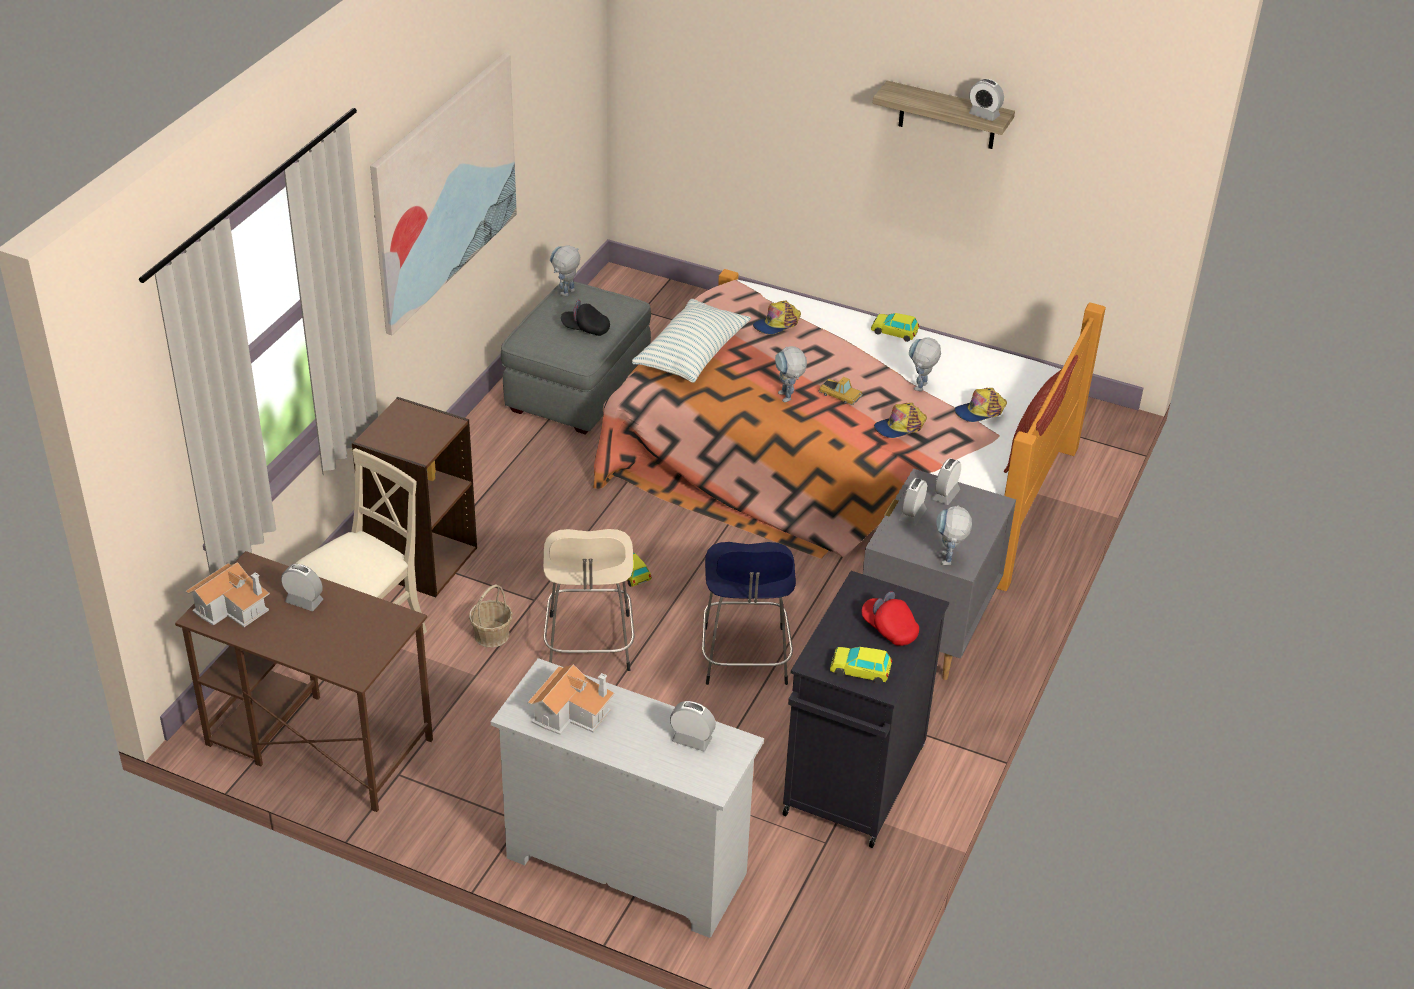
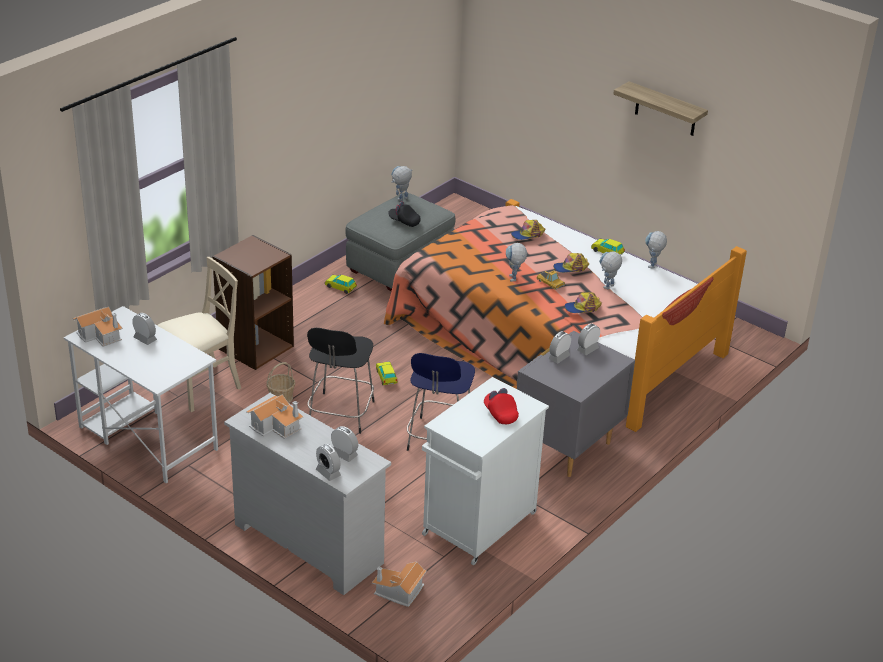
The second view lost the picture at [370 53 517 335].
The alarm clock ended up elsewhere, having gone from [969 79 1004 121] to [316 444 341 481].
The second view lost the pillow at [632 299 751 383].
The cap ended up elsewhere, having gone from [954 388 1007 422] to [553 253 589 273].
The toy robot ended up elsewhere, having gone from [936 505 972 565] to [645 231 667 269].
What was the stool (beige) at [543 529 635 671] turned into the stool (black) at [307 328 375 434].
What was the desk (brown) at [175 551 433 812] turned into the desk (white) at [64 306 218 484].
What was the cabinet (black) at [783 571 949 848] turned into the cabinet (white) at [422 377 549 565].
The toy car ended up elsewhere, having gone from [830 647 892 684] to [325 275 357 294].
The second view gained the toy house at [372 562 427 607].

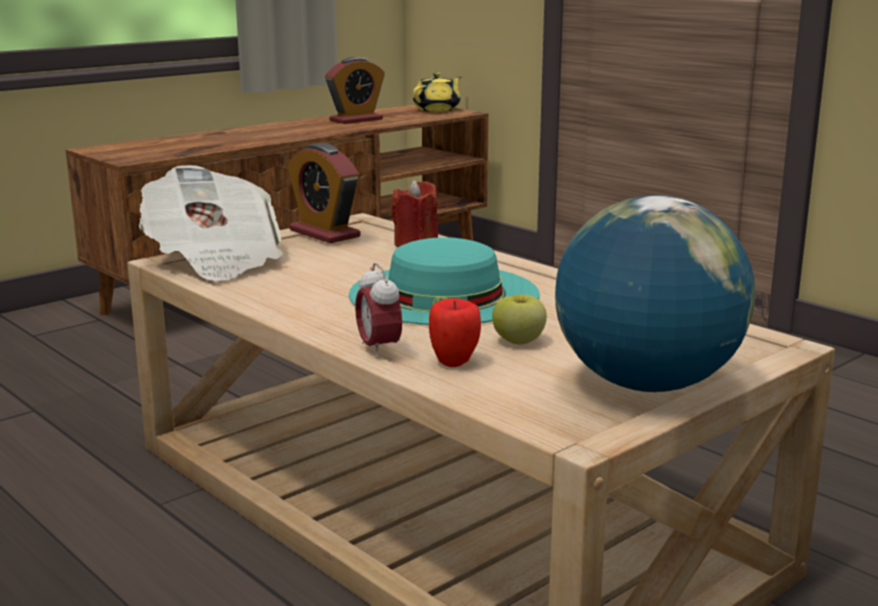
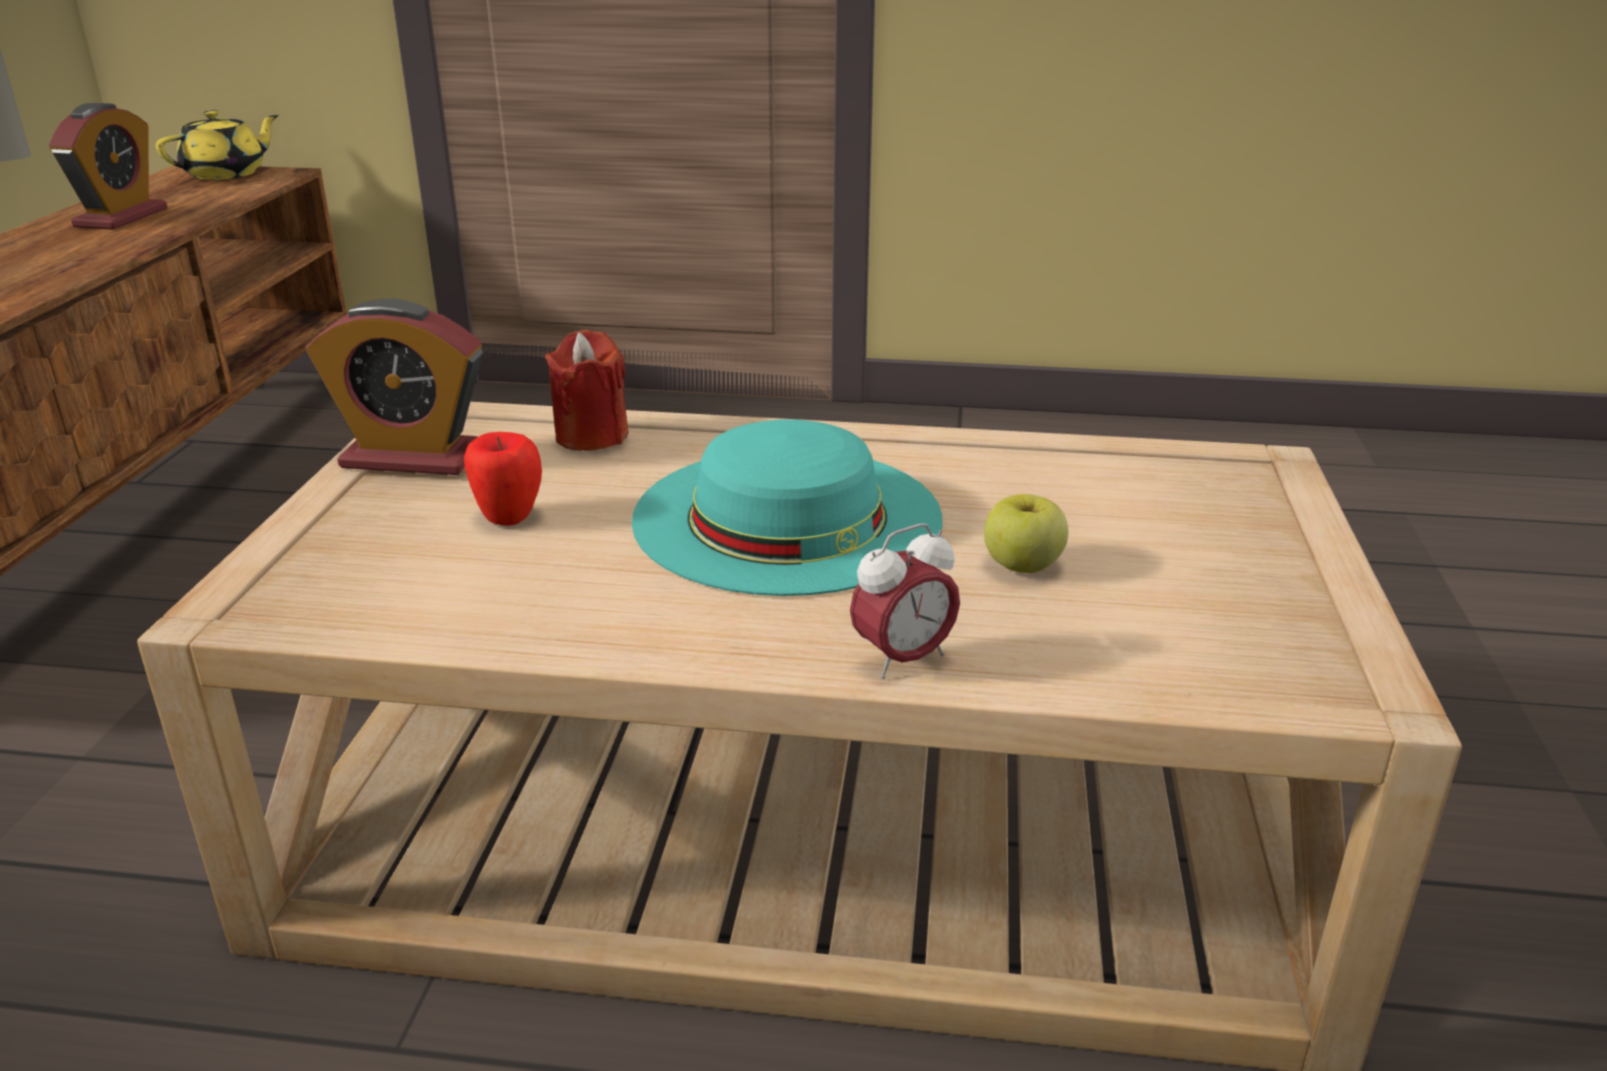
The teapot (yellow) at [413 72 461 112] ended up facing another way, 45 degrees clockwise from before.
The second view lost the newspaper at [139 165 283 281].
The second view lost the globe at [555 195 755 392].
The alarm clock at [355 263 402 358] ended up facing another way, 60 degrees counterclockwise from before.
The apple ended up elsewhere, having gone from [429 298 481 367] to [464 432 542 526].

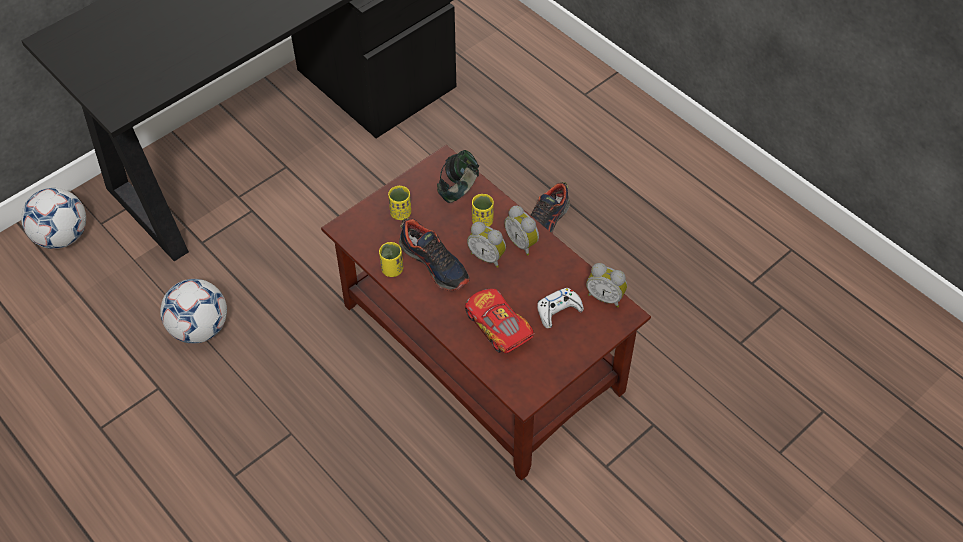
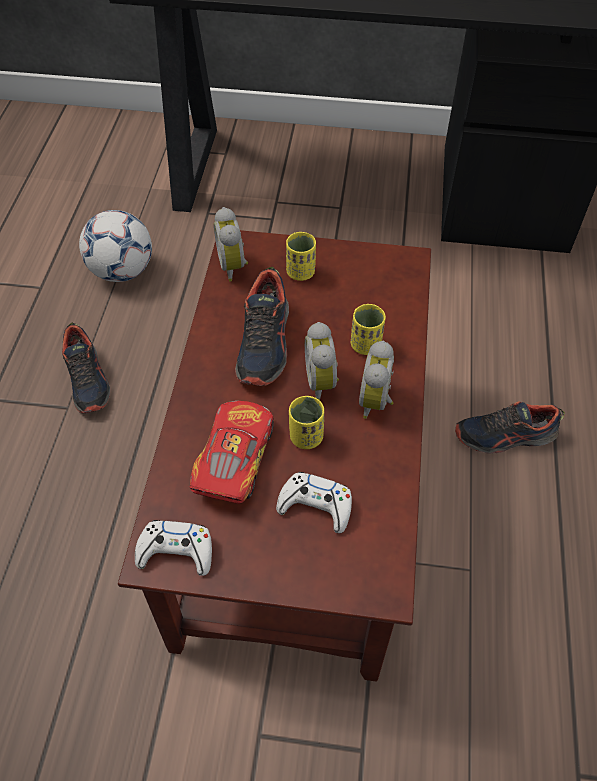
The second view lost the headphones at [437 150 479 203].
The second view lost the football at [21 188 86 249].
The cup (yellow) ended up elsewhere, having gone from [379 242 403 277] to [289 396 324 449].
The alarm clock ended up elsewhere, having gone from [586 263 627 307] to [214 207 248 282].
The second view gained the shoe at [62 323 110 413].
The second view gained the game controller (white) at [135 520 212 576].

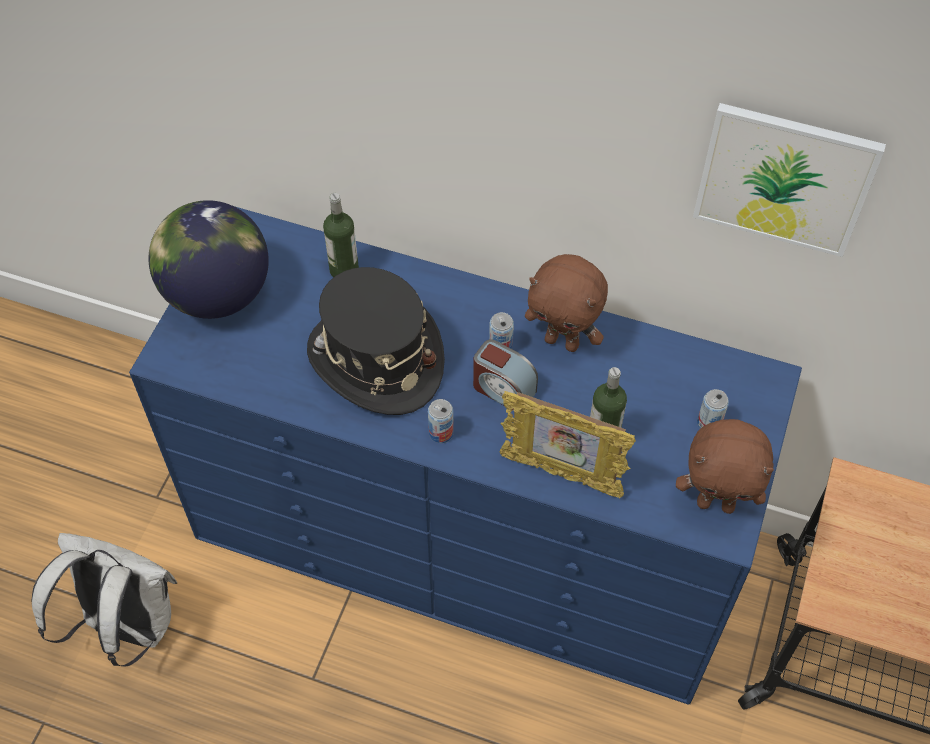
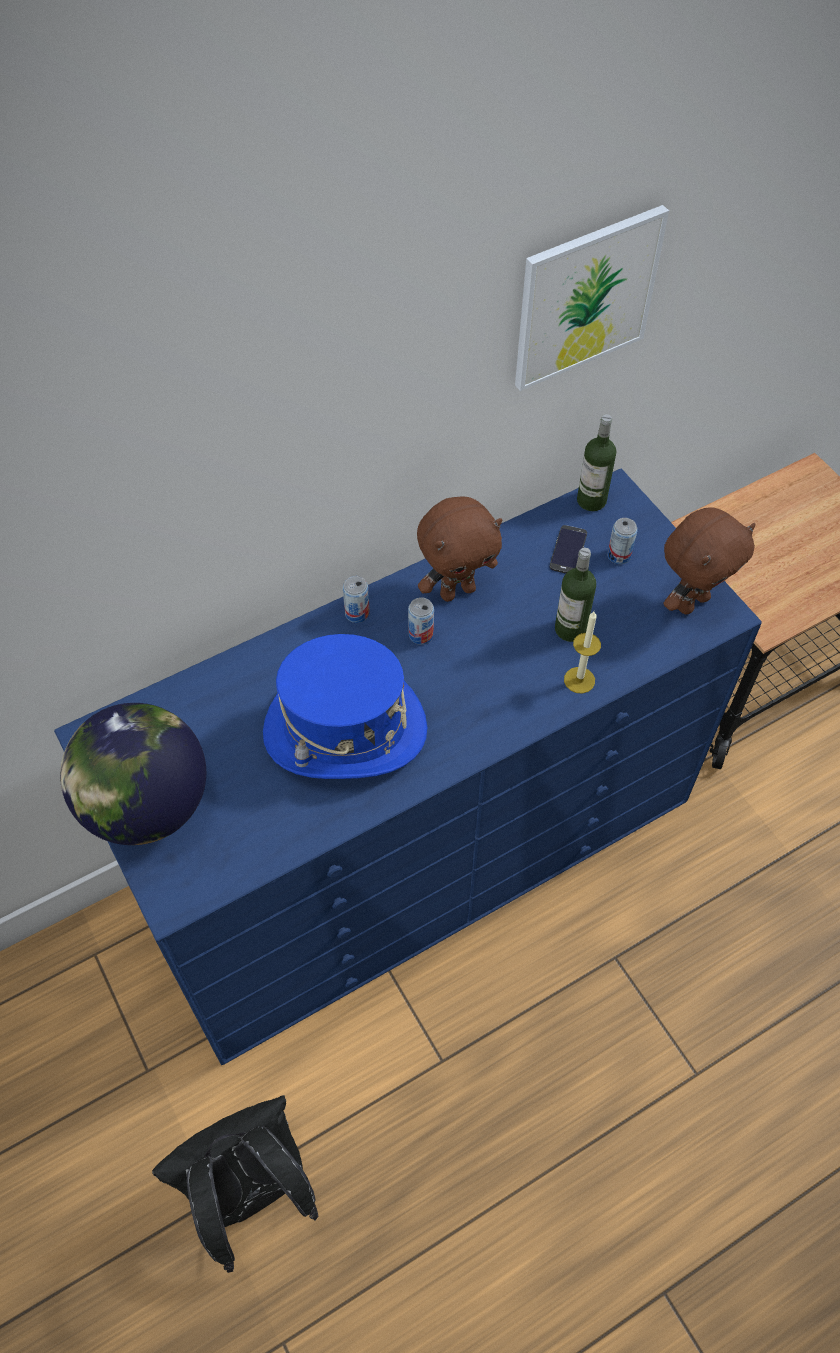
The bottle ended up elsewhere, having gone from [323 193 359 277] to [577 414 616 511].
What was the hat (black) at [307 267 445 415] turned into the hat (blue) at [263 634 427 779].
The second view lost the alarm clock at [473 339 538 410].
Where the picture frame stood at [499 391 636 498], the candle came to stand at [564 611 601 694].
The can ended up elsewhere, having gone from [428 399 454 443] to [343 576 370 623].
What was the backpack (white) at [31 533 177 666] turned into the backpack (black) at [152 1095 319 1273].
The second view gained the phone at [550 525 587 574].

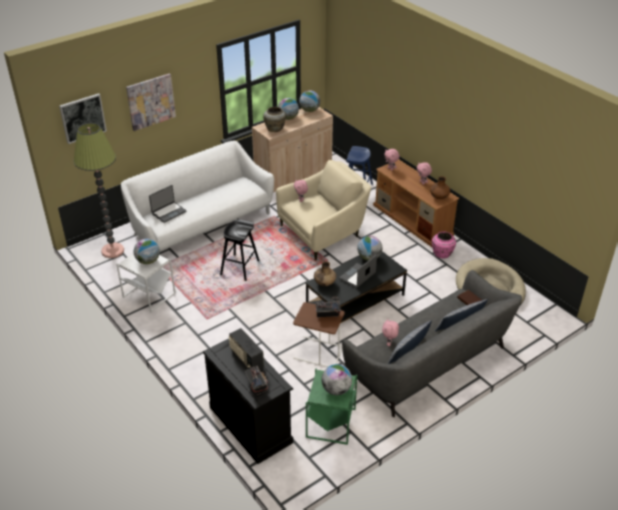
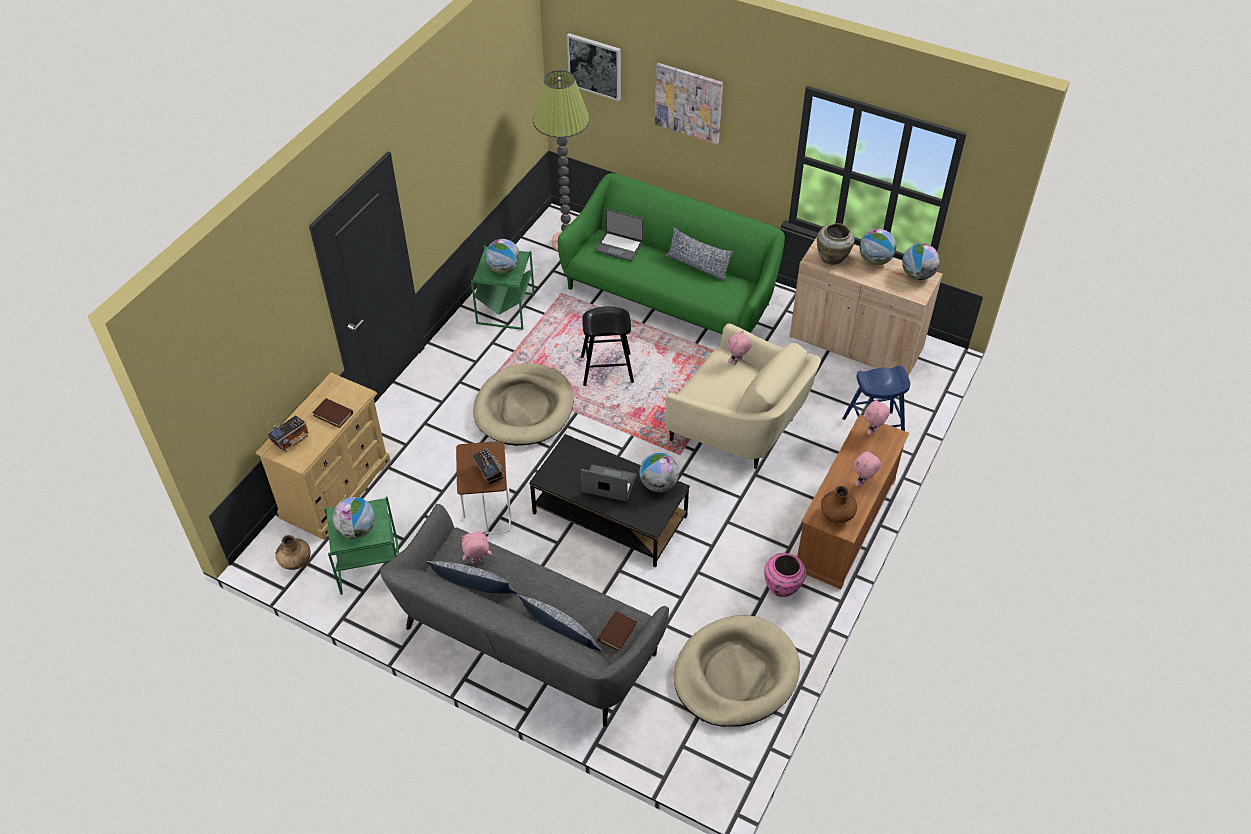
What was the sofa (white) at [121 141 274 252] turned into the sofa (green) at [558 173 785 334].
What was the side table (white) at [116 253 176 312] turned into the side table (green) at [471 245 535 330].
The vase (brown) ended up elsewhere, having gone from [314 261 336 286] to [275 535 311 570].
Where the radio stood at [229 328 264 369], the book (brown) came to stand at [312 398 353 428].
What was the dresser (black) at [203 338 293 464] turned into the dresser (beige) at [256 373 391 540].
The second view gained the pillow at [665 227 733 282].
The second view gained the dog bed (beige) at [473 363 573 446].

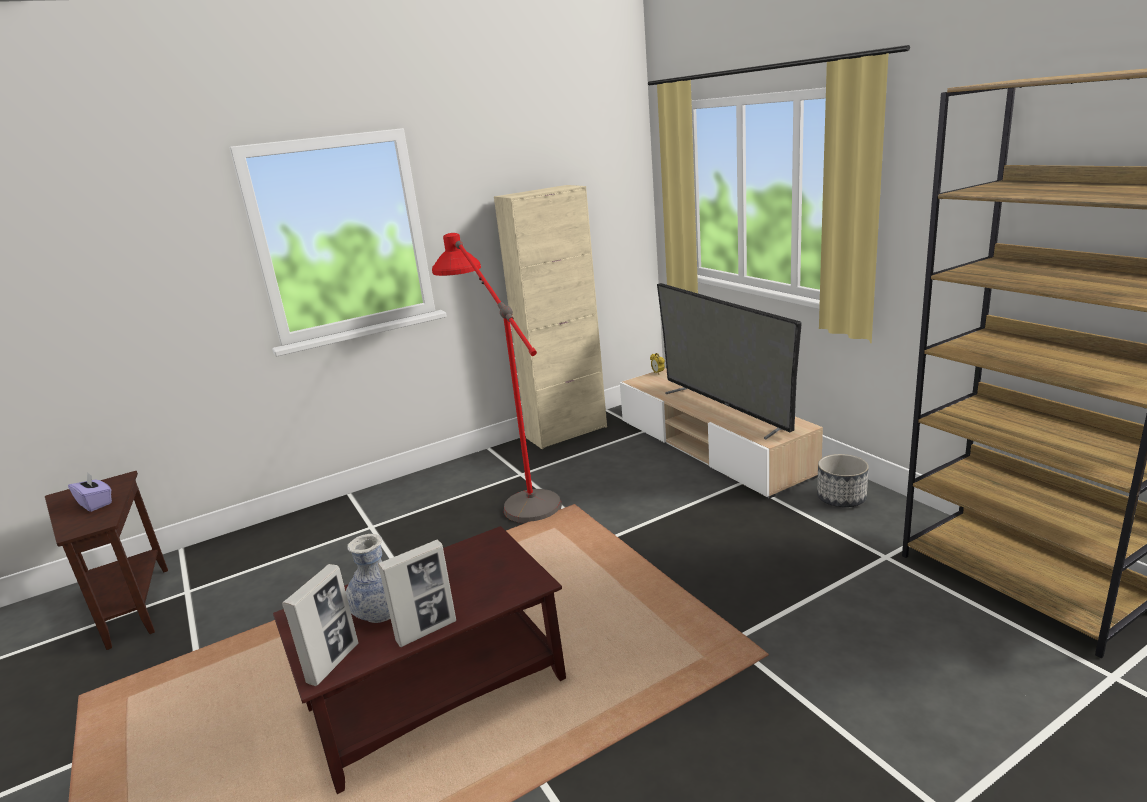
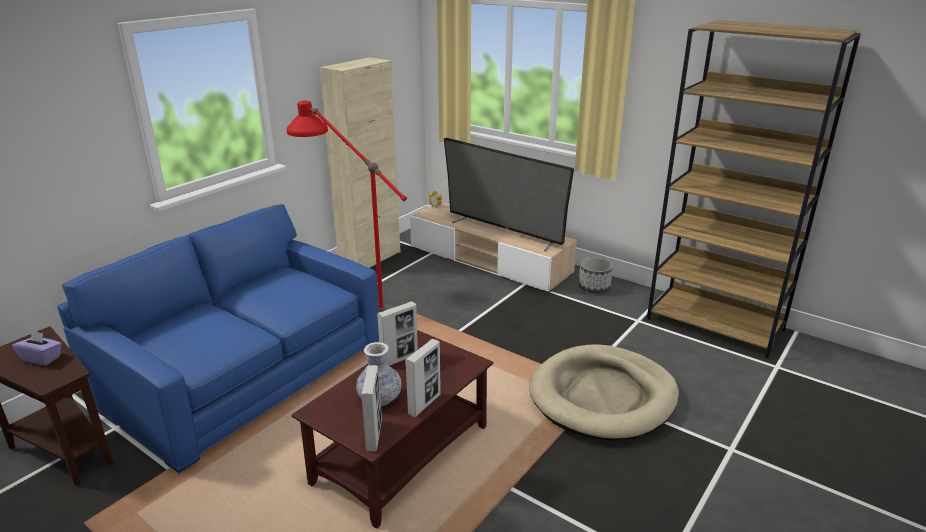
The second view gained the sofa (blue) at [57 204 379 473].
The second view gained the picture frame at [377 301 418 366].
The second view gained the dog bed (beige) at [529 344 679 440].

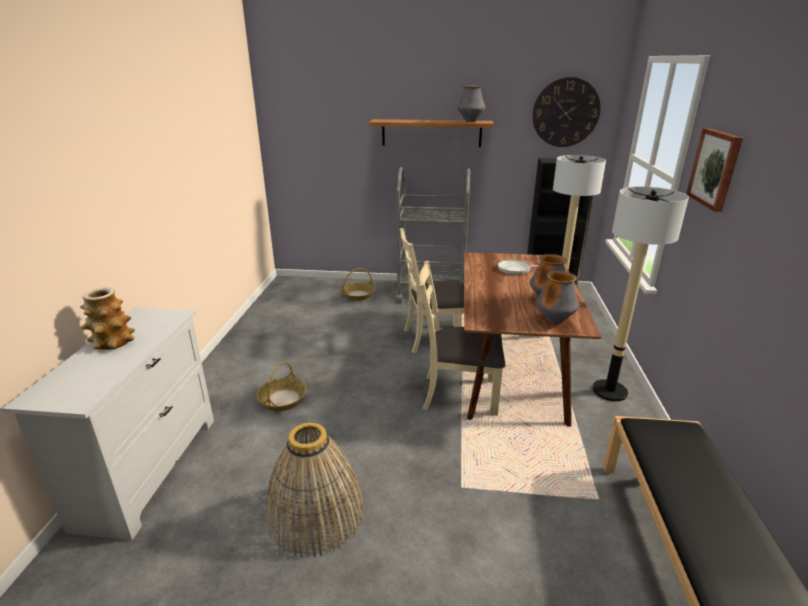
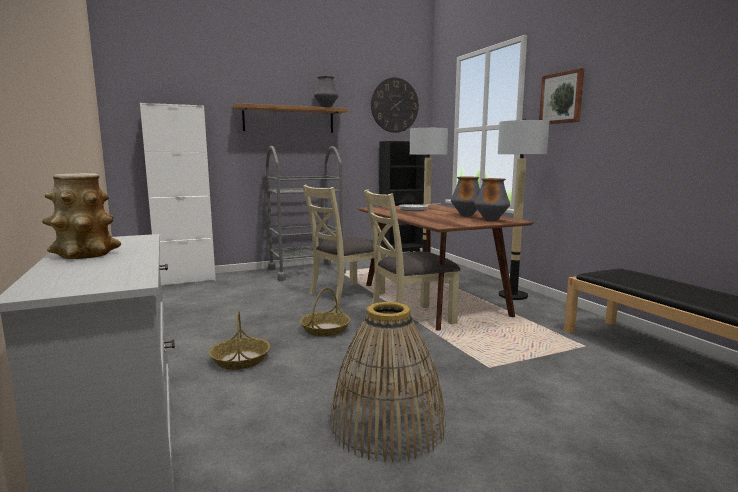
The basket ended up elsewhere, having gone from [341 268 375 301] to [300 287 350 337].
The second view gained the cabinet (white) at [140 103 216 285].

